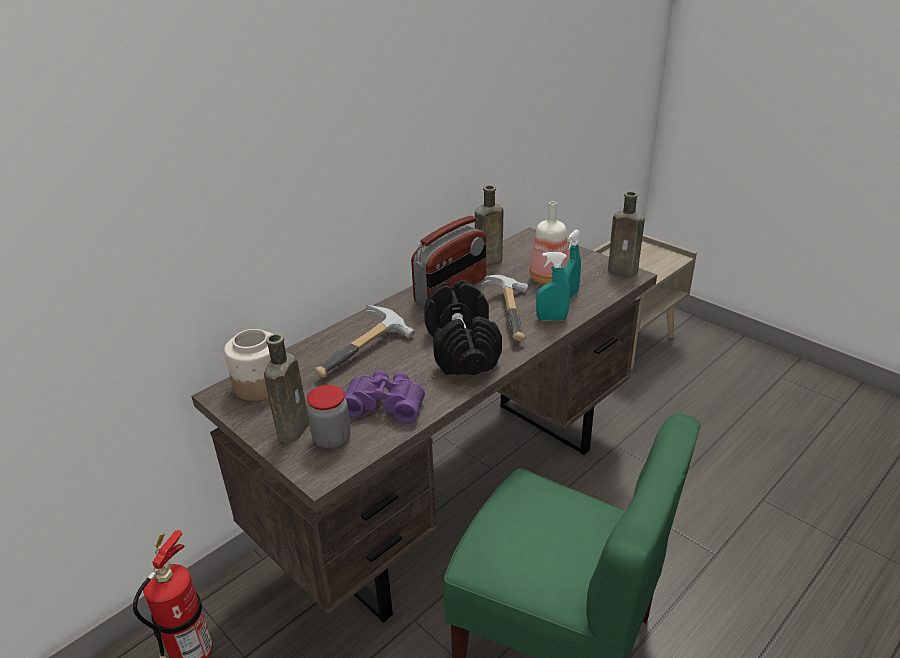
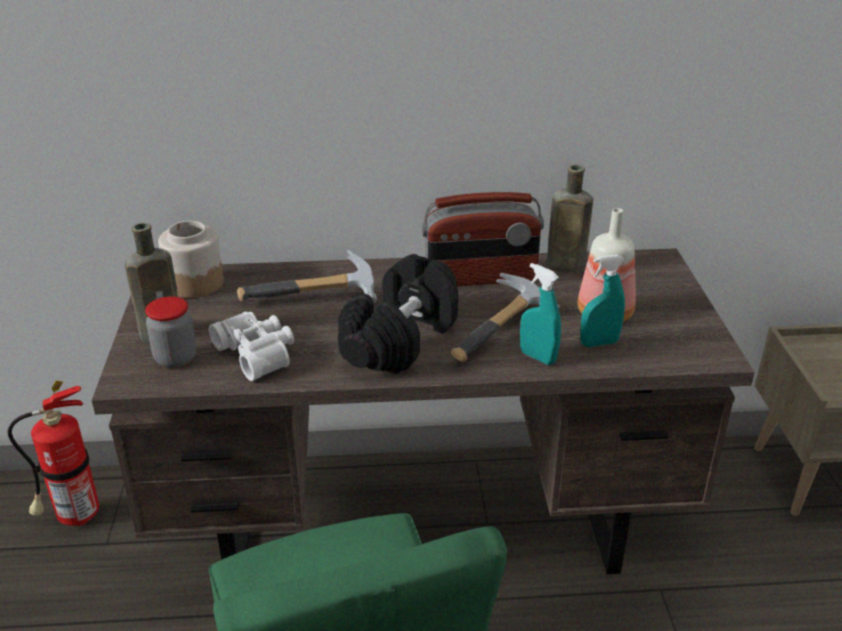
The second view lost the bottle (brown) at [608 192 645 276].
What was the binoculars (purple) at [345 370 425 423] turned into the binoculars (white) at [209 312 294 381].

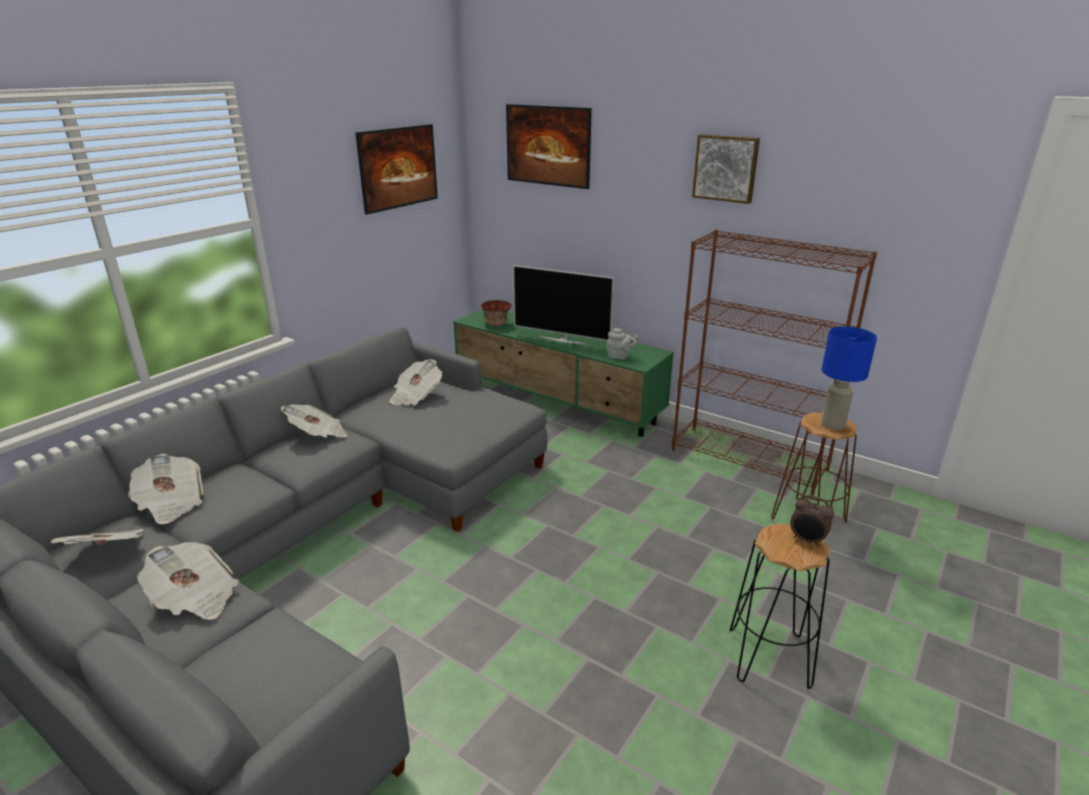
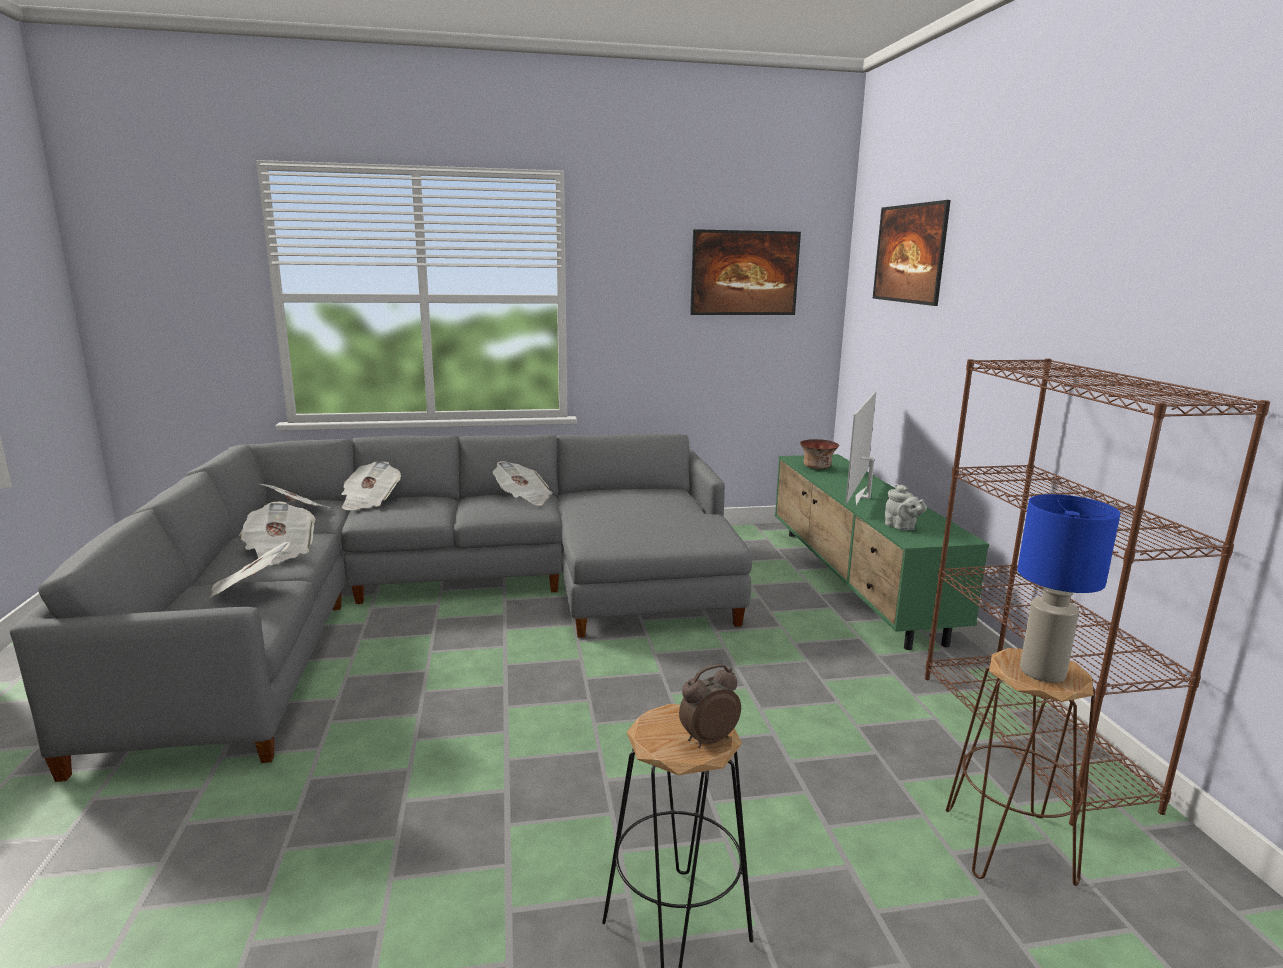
The second view lost the picture at [692 134 760 204].
The television at [513 265 614 345] ended up facing another way, 45 degrees clockwise from before.
The newspaper ended up elsewhere, having gone from [389 359 442 406] to [210 541 290 598].
The alarm clock at [790 495 834 546] ended up facing another way, 75 degrees clockwise from before.

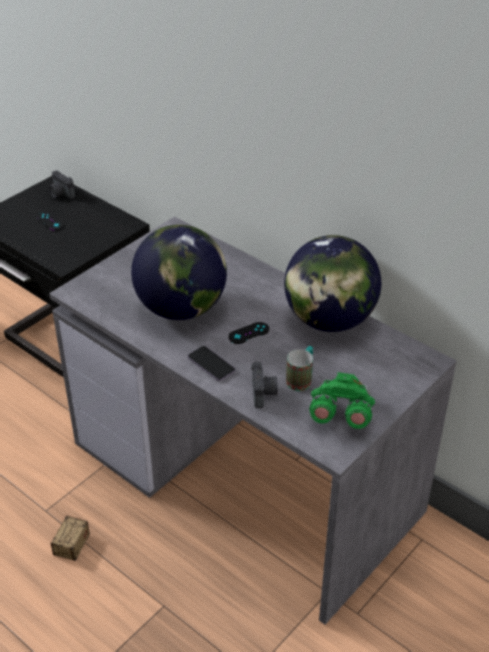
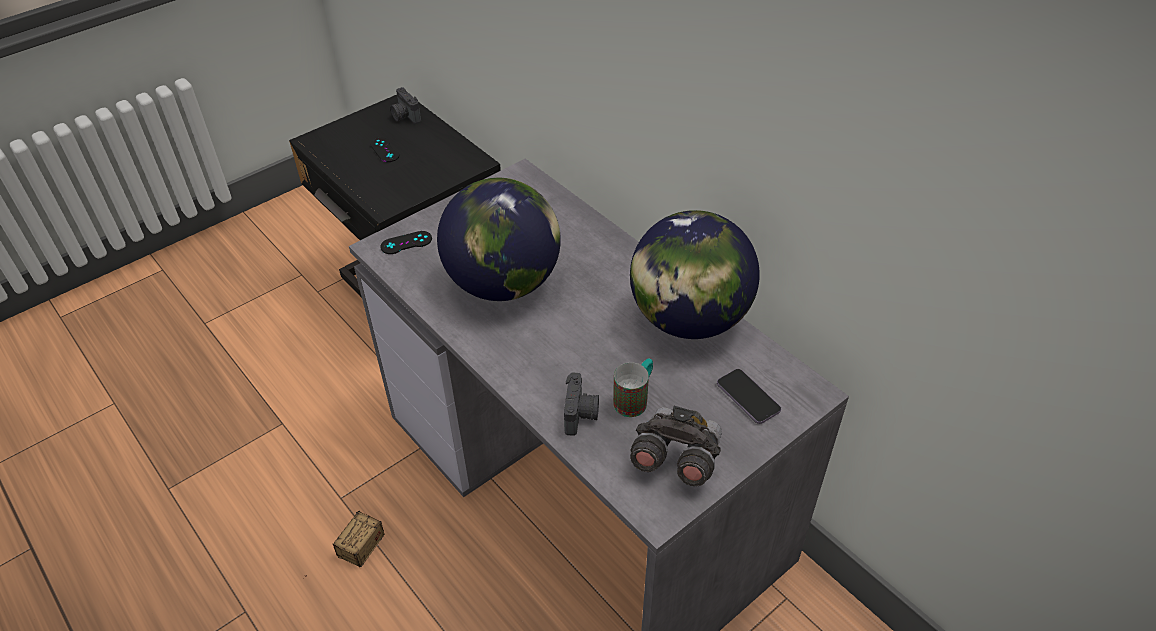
The game controller (black) ended up elsewhere, having gone from [229 322 269 344] to [380 231 432 254].
The phone ended up elsewhere, having gone from [188 346 235 381] to [717 369 781 424].
What was the binoculars (green) at [309 372 375 429] turned into the binoculars (grey) at [630 406 722 487].

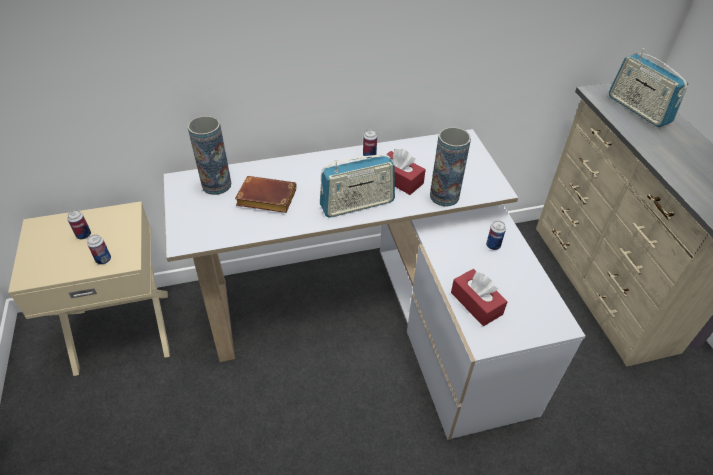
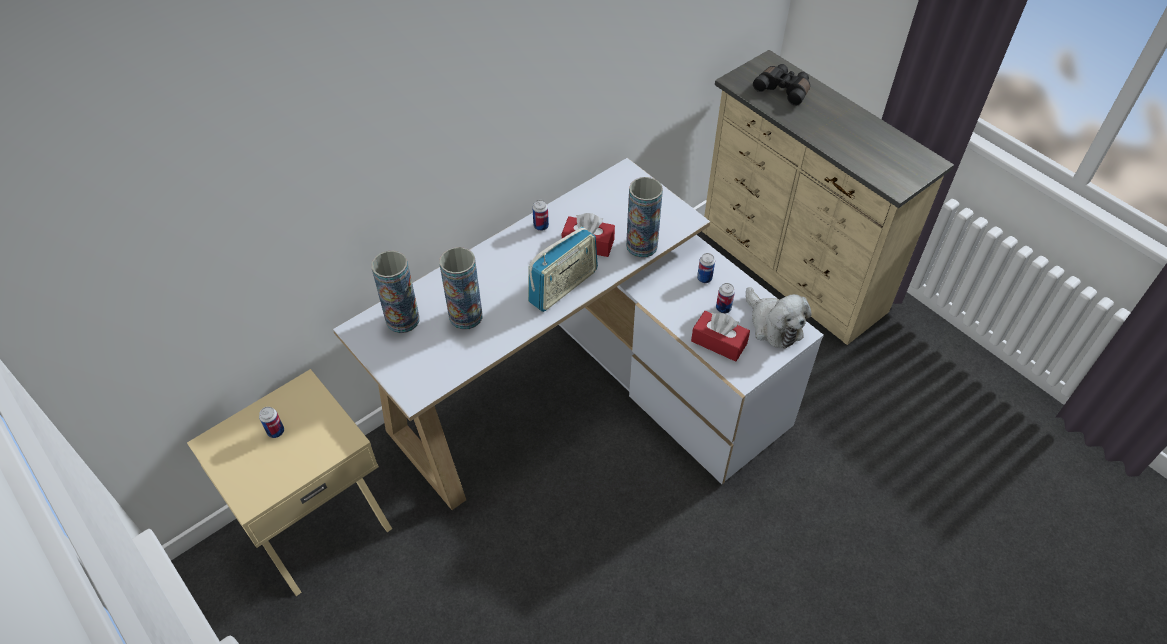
Where the radio stood at [609 48 689 127], the binoculars (black) came to stand at [753 64 810 106].
Where the book (brown) stood at [235 176 297 213], the vase came to stand at [439 247 482 330].
The can ended up elsewhere, having gone from [87 234 111 265] to [716 283 735 313].
The second view gained the plush toy at [746 287 812 349].

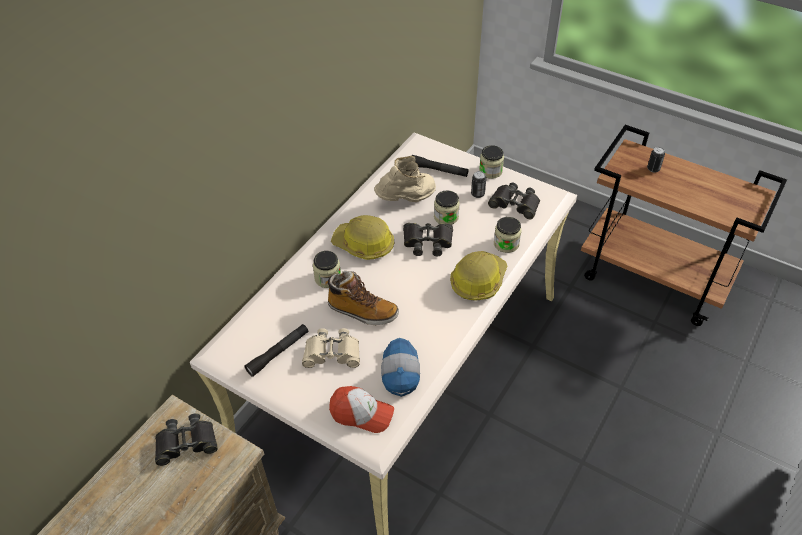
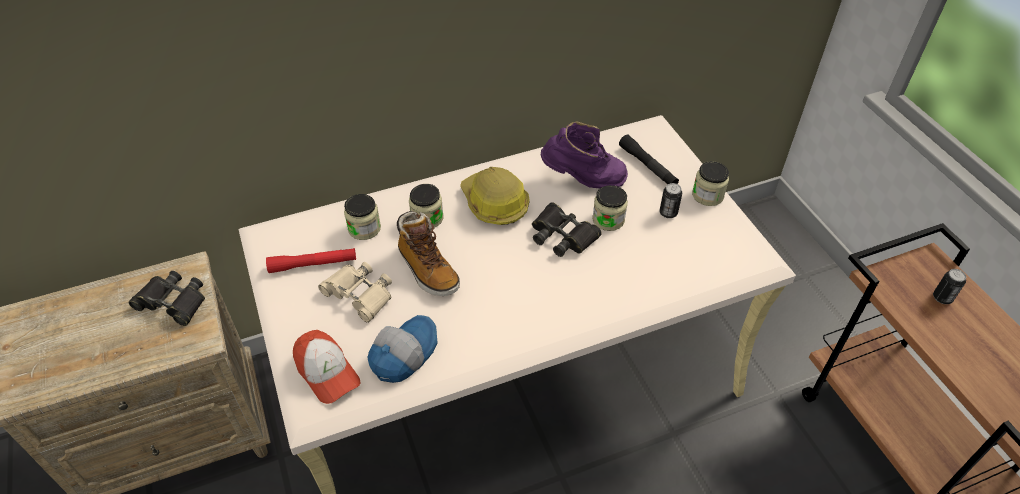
What was the boot (beige) at [374 156 436 202] turned into the boot (purple) at [541 121 628 188].
The second view lost the binoculars (black) at [488 183 540 219].
The jar ended up elsewhere, having gone from [494 217 522 253] to [344 194 381 240].
The second view lost the hard hat at [450 251 507 301].
What was the flashlight (black) at [244 324 308 377] turned into the flashlight (red) at [266 248 356 273].

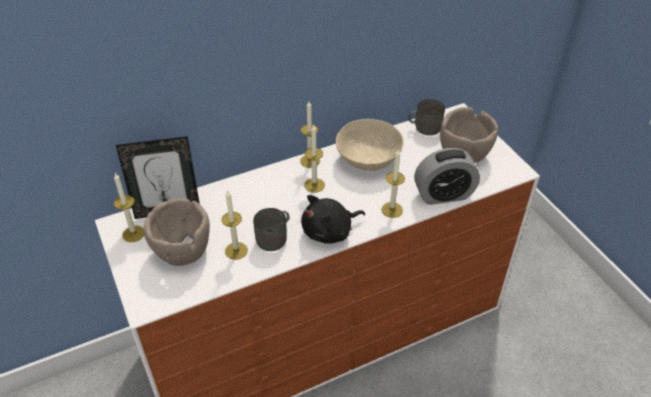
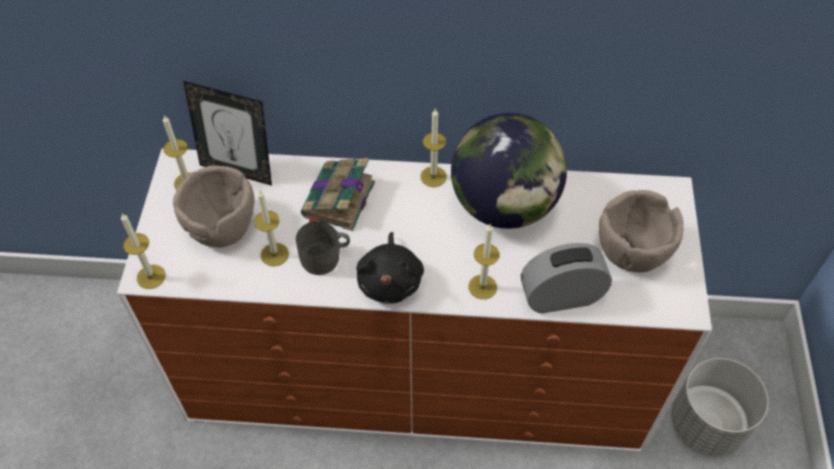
The second view lost the mug (grey) at [408 99 445 136].
Where the bowl (beige) stood at [336 119 404 171], the globe came to stand at [451 113 567 229].
The candle ended up elsewhere, having gone from [304 124 325 193] to [121 214 166 289].
The alarm clock at [414 148 480 205] ended up facing another way, 150 degrees clockwise from before.
The plush toy (black) at [301 195 365 244] ended up facing another way, 90 degrees counterclockwise from before.
The second view gained the book at [301 158 375 231].
The second view gained the planter (grey) at [671 358 769 457].

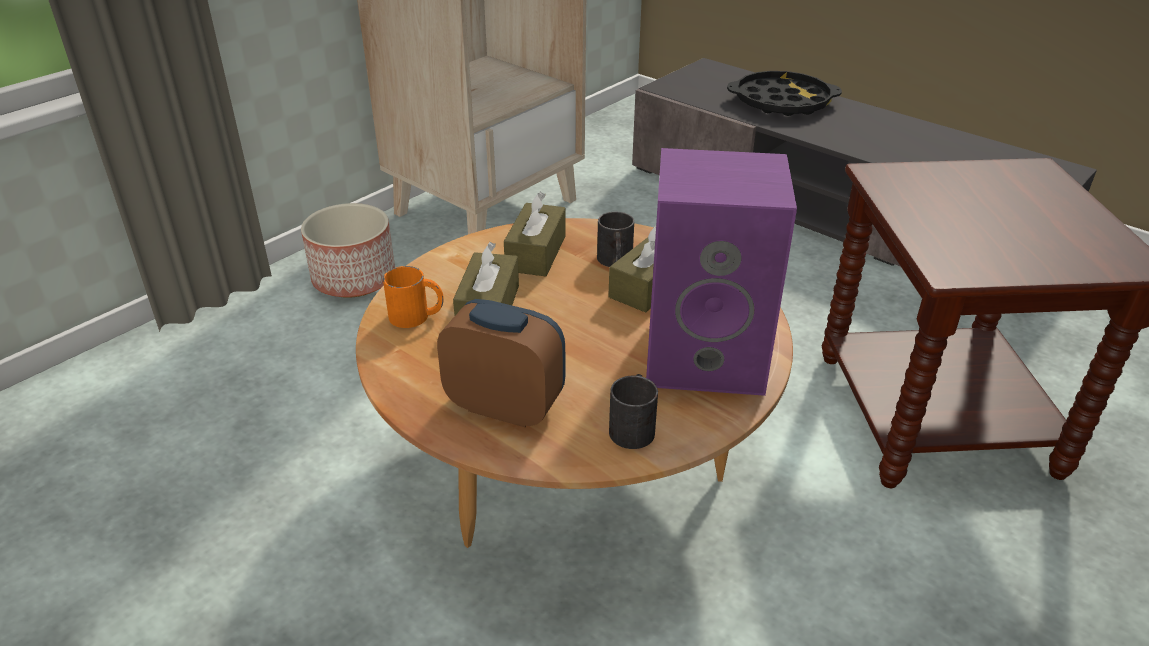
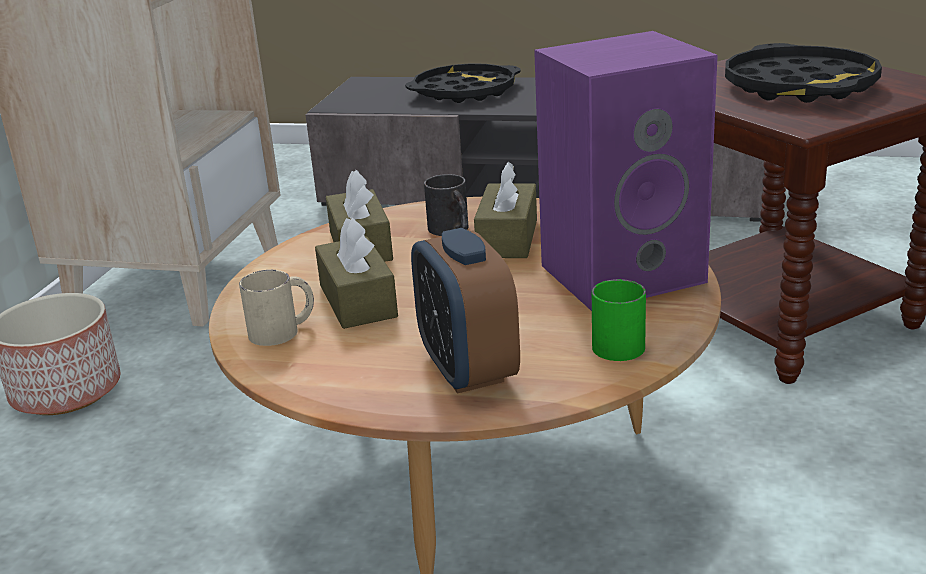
What was the mug (orange) at [383 266 444 328] turned into the mug (beige) at [239 270 314 346].
The alarm clock at [437 299 565 427] ended up facing another way, 105 degrees counterclockwise from before.
What was the mug (black) at [609 374 658 449] turned into the mug (green) at [592 279 646 361].
The second view gained the tray (black) at [725 43 882 103].

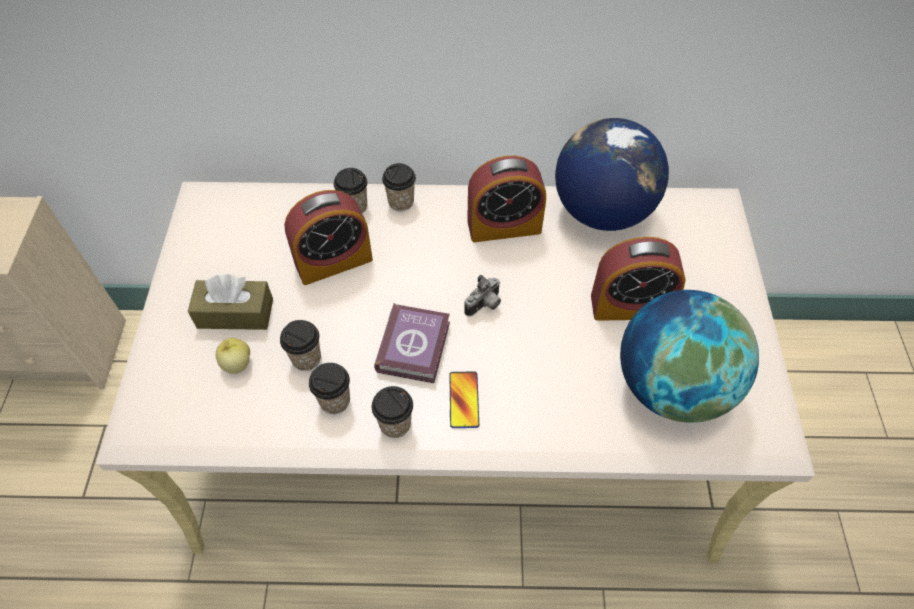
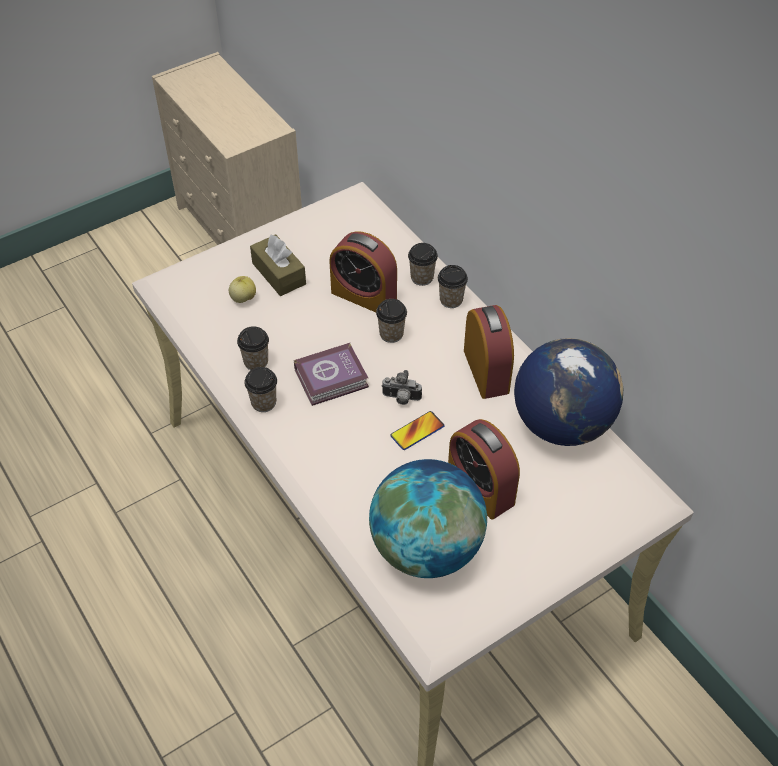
The alarm clock at [467 156 546 242] ended up facing another way, 150 degrees counterclockwise from before.
The cup ended up elsewhere, having gone from [280 320 321 371] to [376 299 407 343].
The phone ended up elsewhere, having gone from [449 371 479 428] to [390 411 444 450].

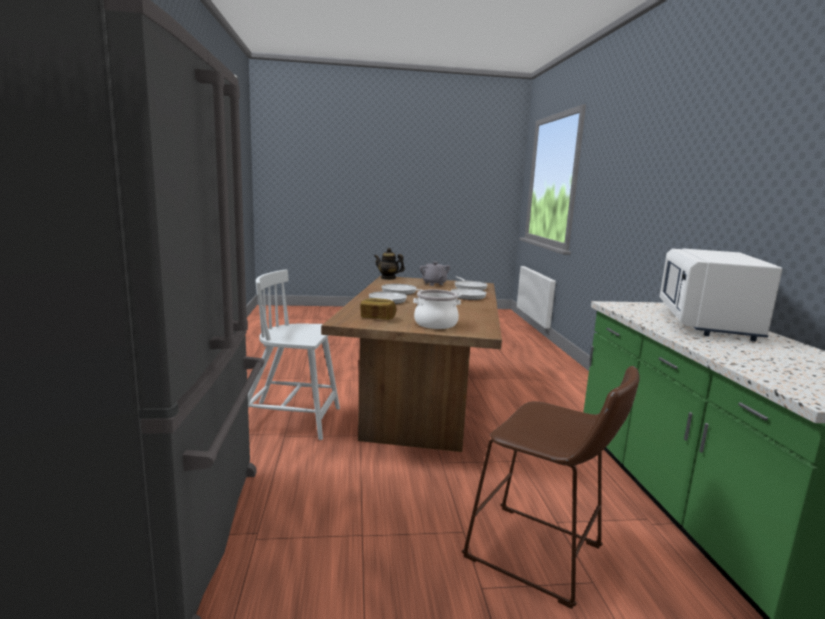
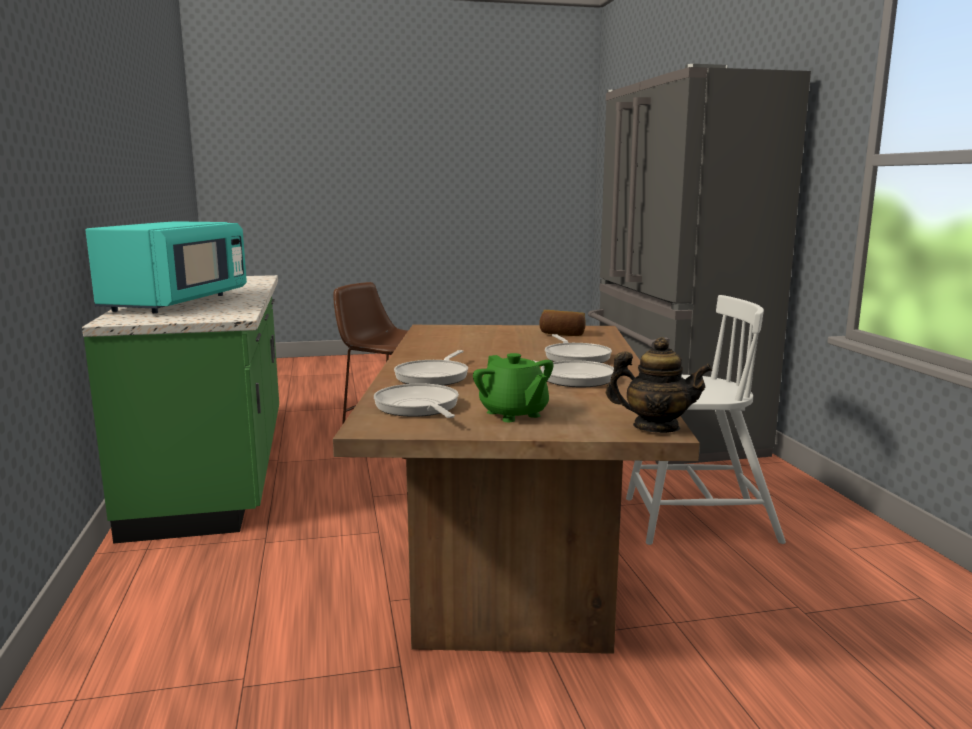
What was the microwave (white) at [659 248 783 342] turned into the microwave (turquoise) at [85 221 247 313].
What was the teapot (grey) at [420 262 450 286] turned into the teapot (green) at [473 353 554 422].
The second view lost the cooking pot at [413 289 461 329].

